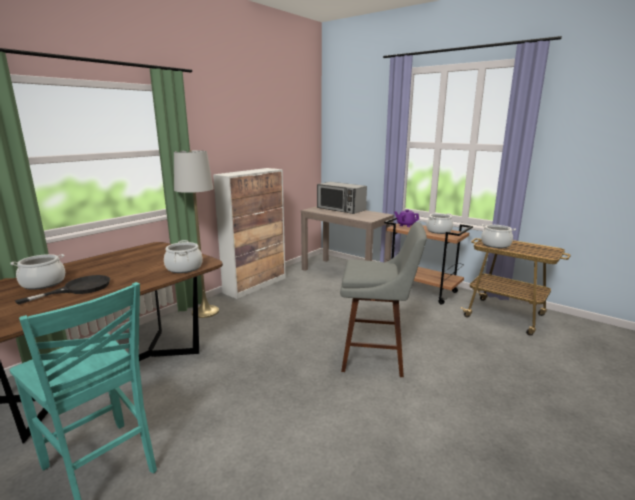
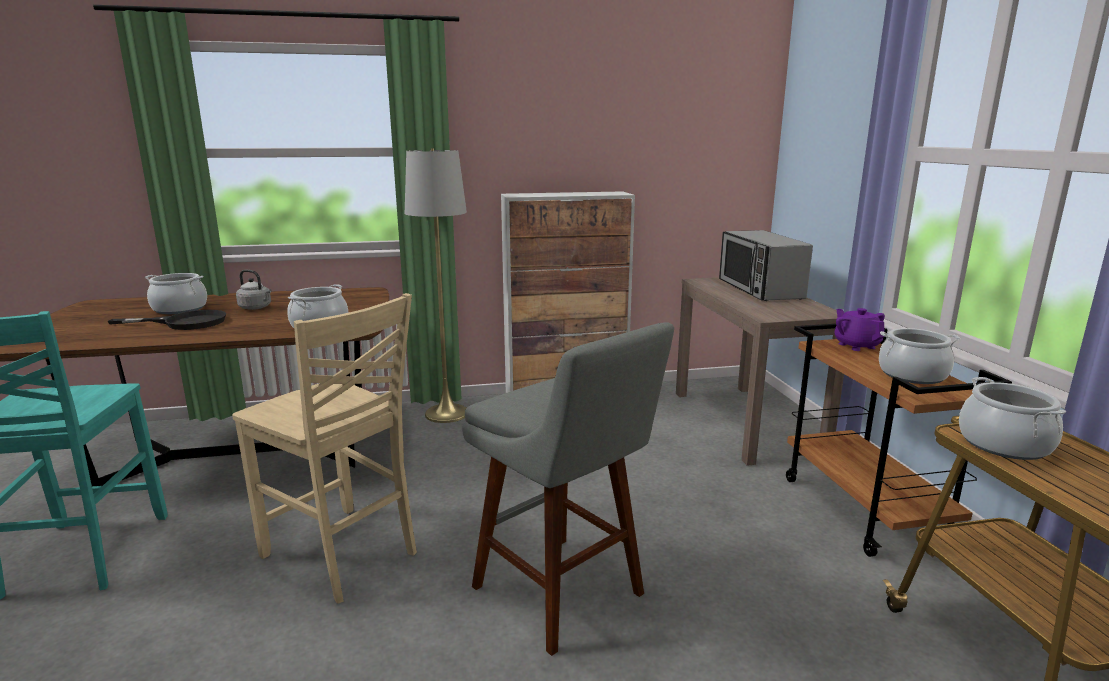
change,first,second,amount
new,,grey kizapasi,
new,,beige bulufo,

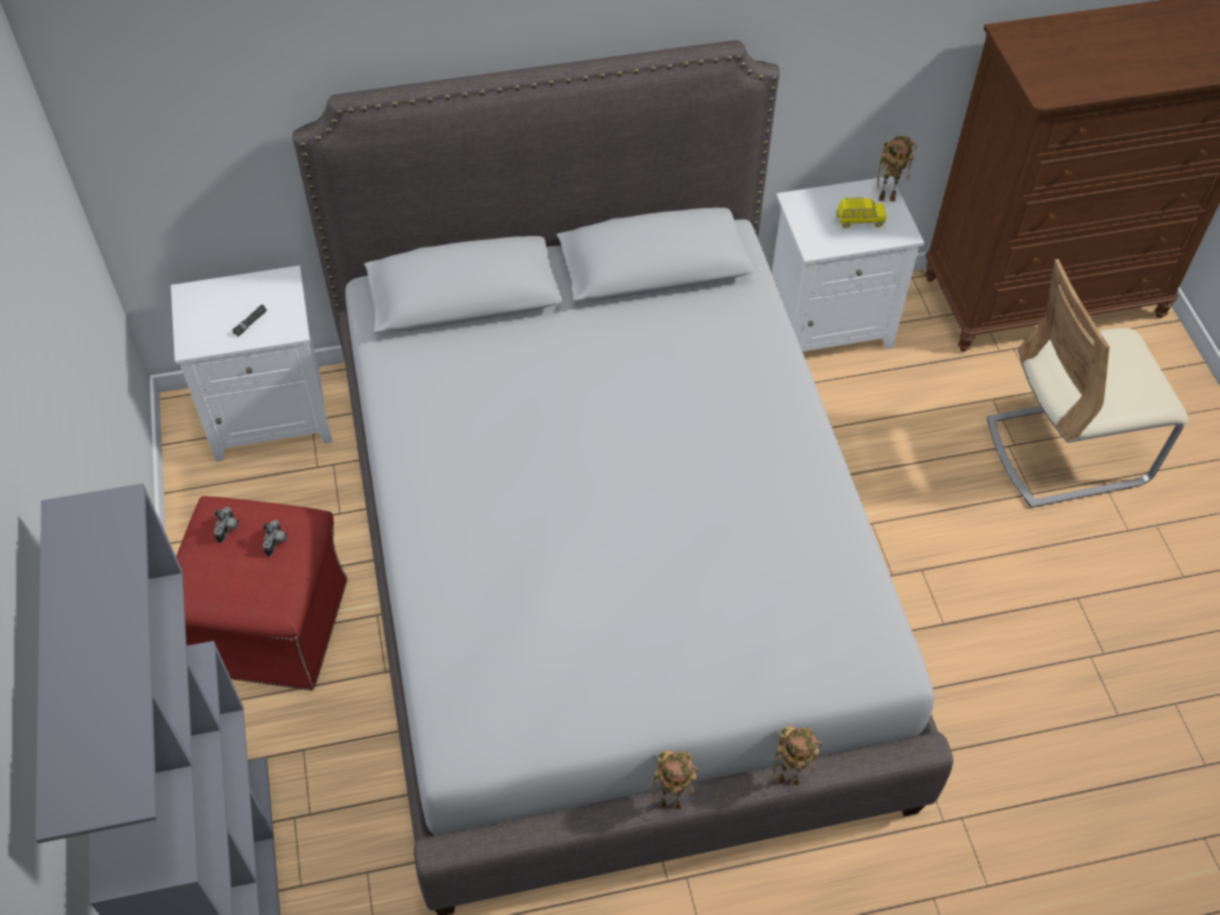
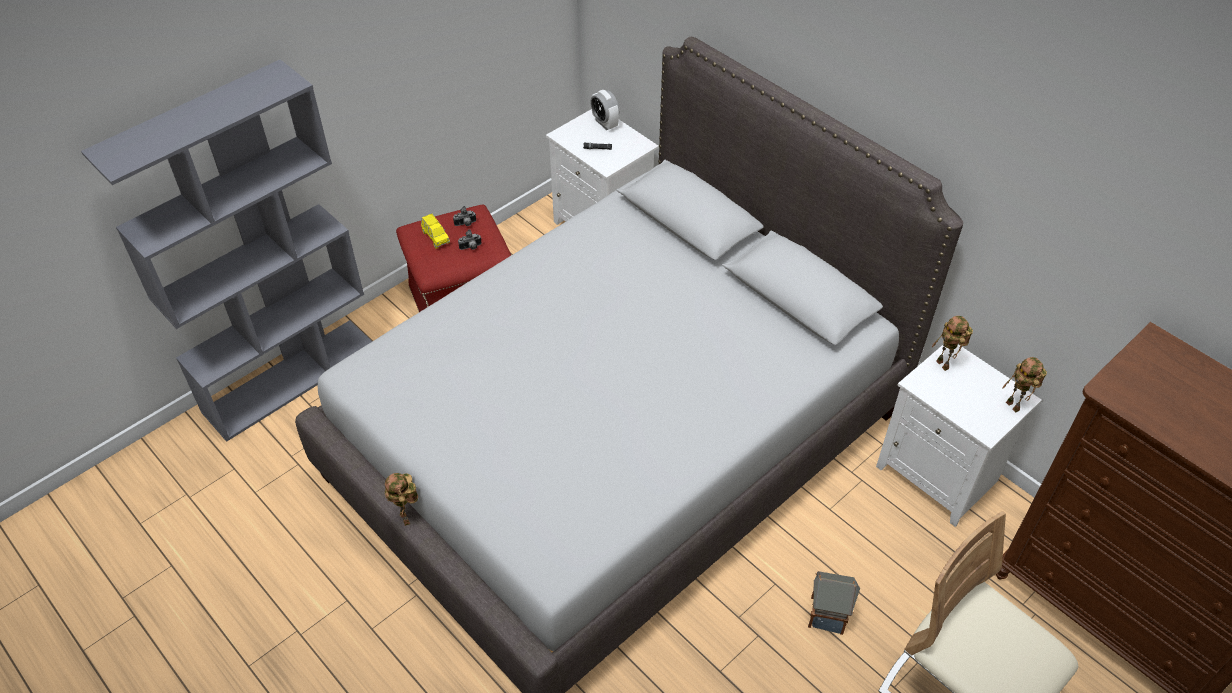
change,first,second,amount
shifted,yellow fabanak,,
shifted,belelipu (no. 2 from left),,
new,,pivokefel,
new,,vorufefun,

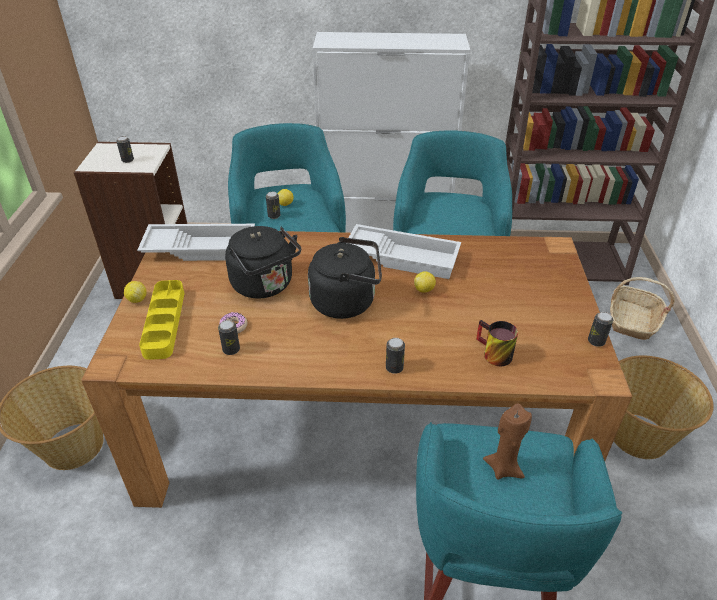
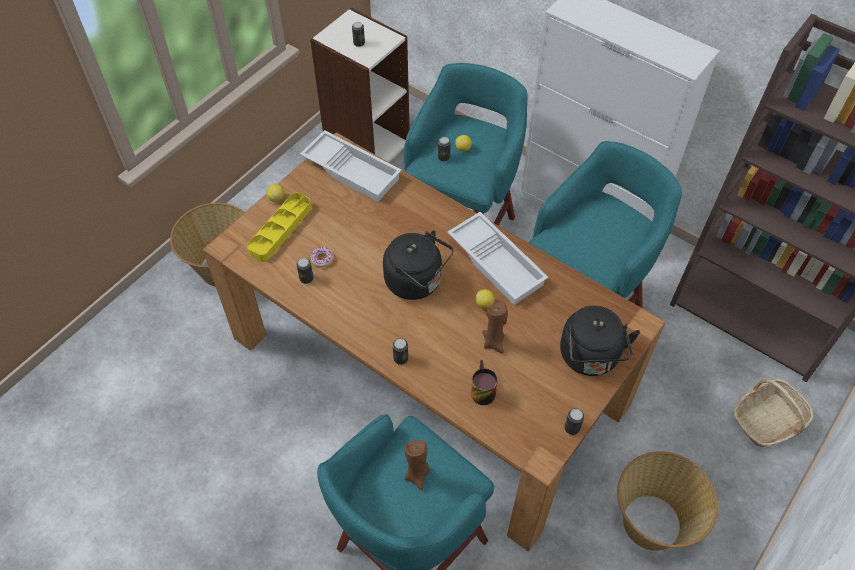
change,first,second,amount
shifted,black kizapasi (no. 1 from left in the first image),black kizapasi (no. 2 from left),
new,,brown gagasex (no. 2 from left),

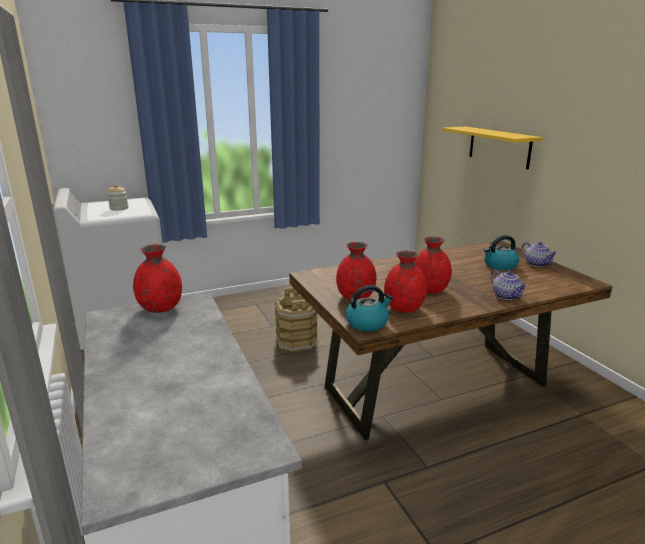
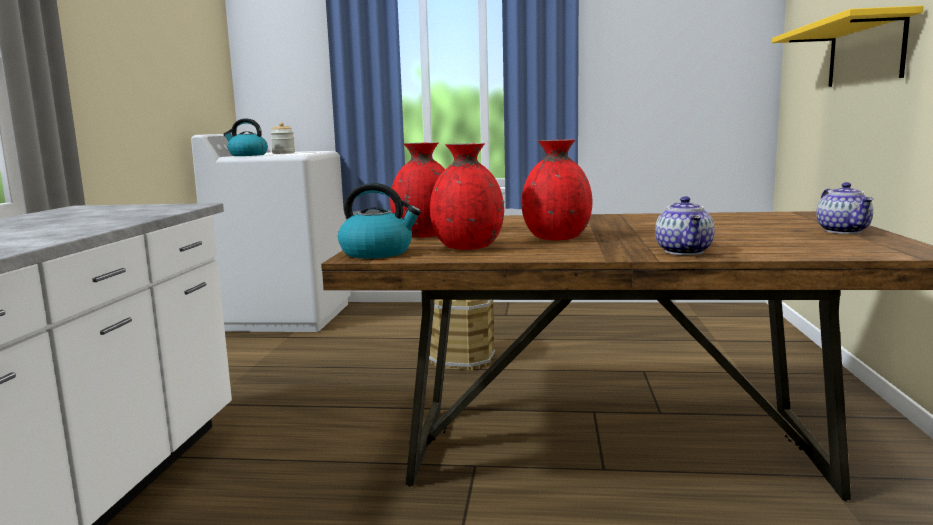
change,first,second,amount
shifted,kizapasi (no. 2 from left in the first image),kizapasi (no. 1 from left),
gone,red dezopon (no. 1 from left),,

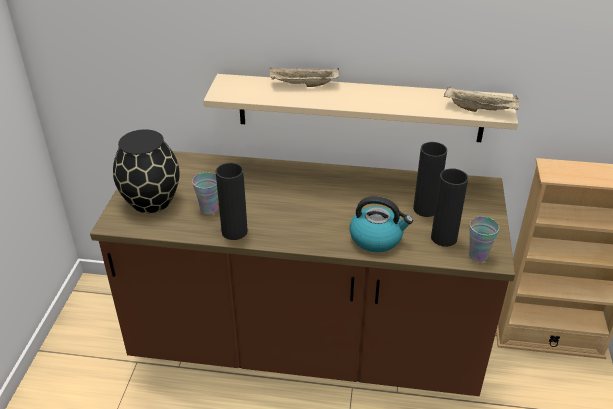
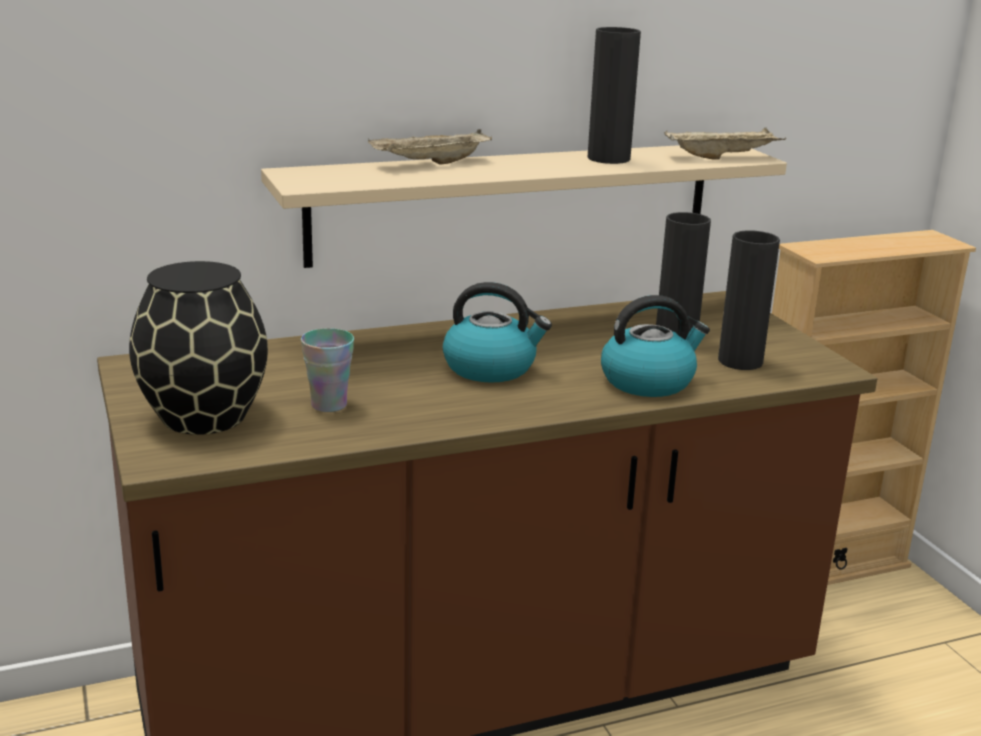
change,first,second,amount
shifted,black dezopon (no. 2 from left),,
gone,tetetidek (no. 2 from left),,
new,,kizapasi (no. 1 from left),

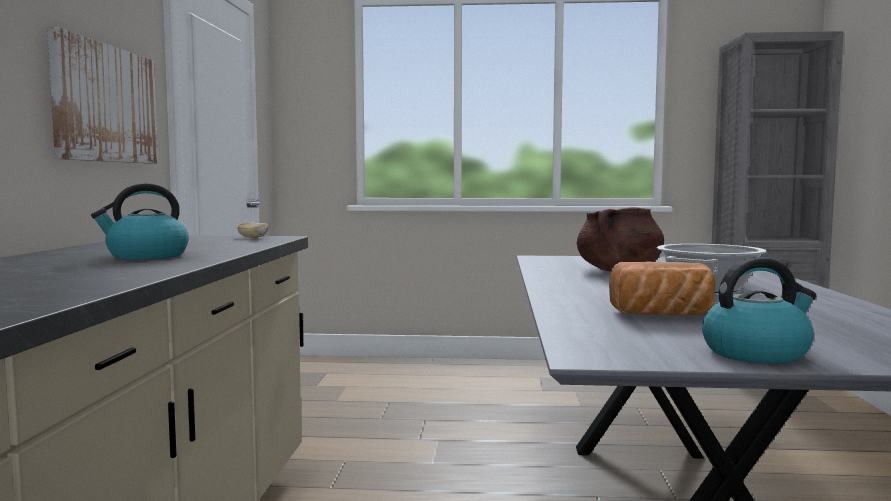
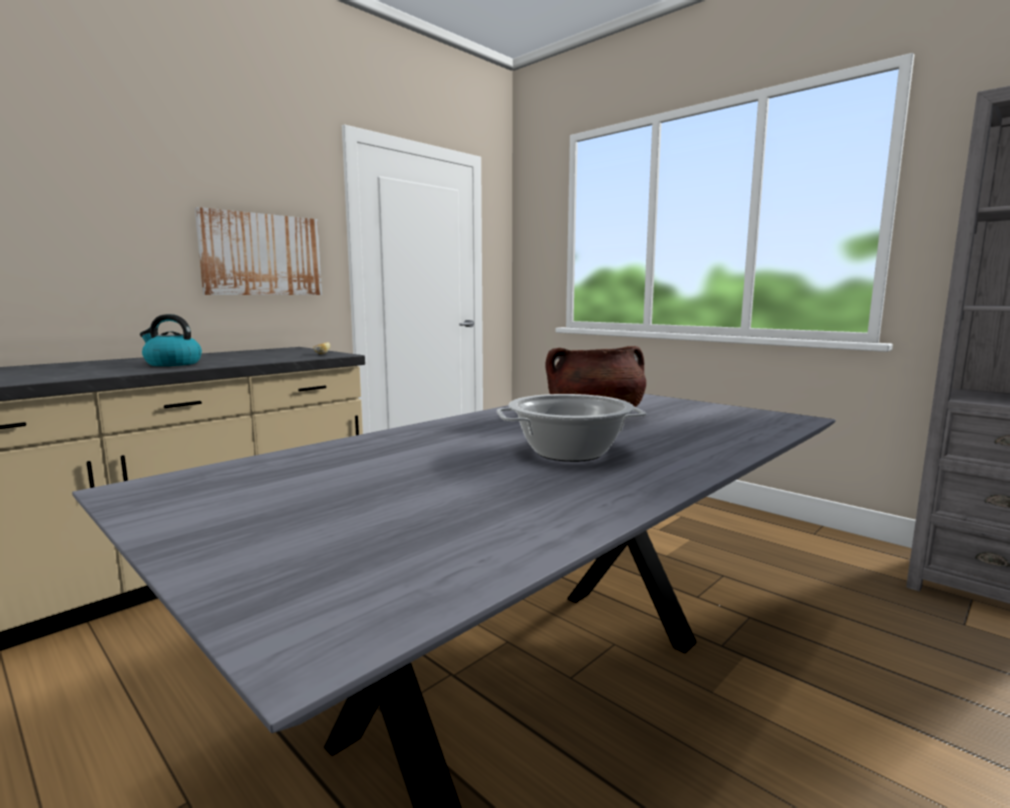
change,first,second,amount
gone,kizapasi (no. 2 from left),,
gone,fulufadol (no. 2 from left),,

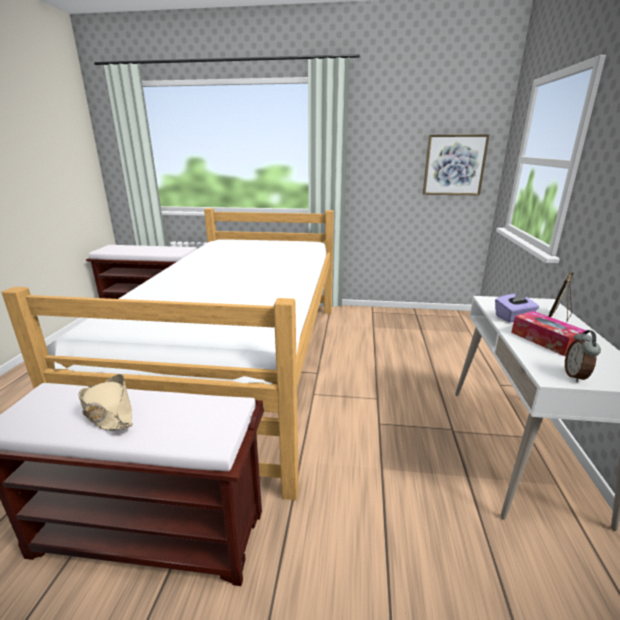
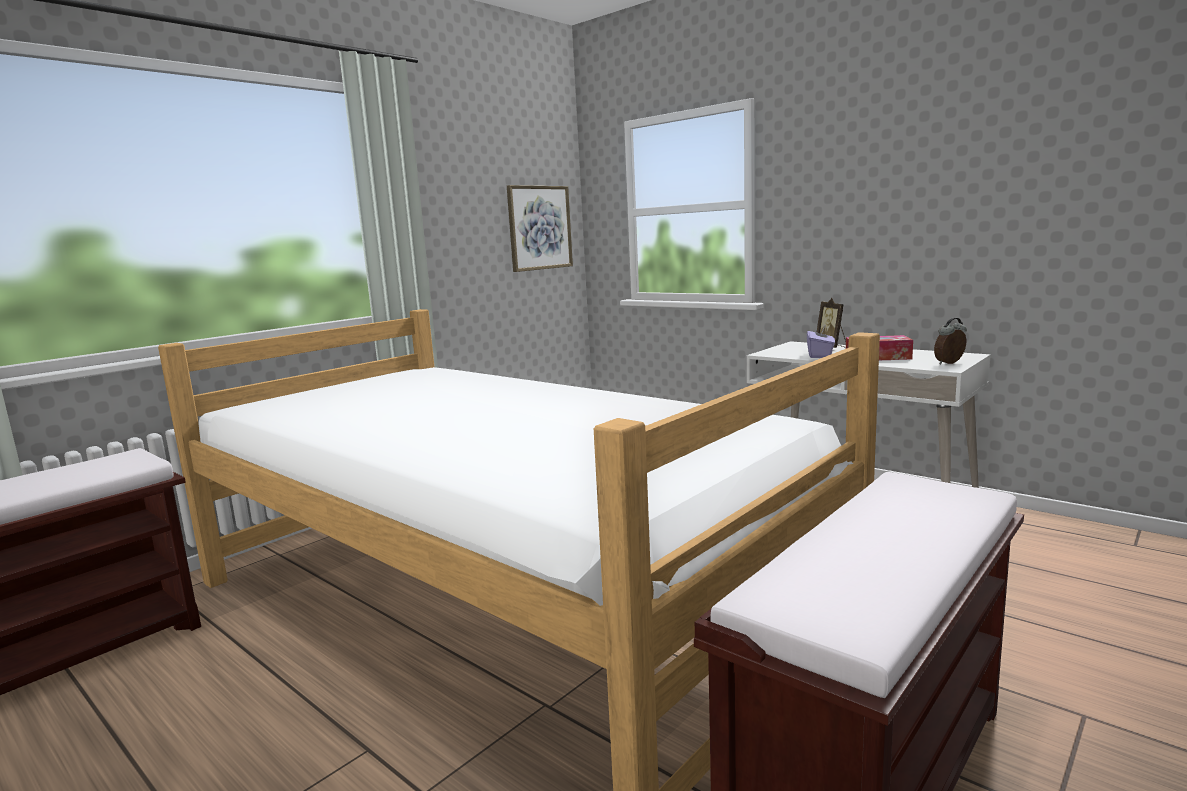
change,first,second,amount
rotated,pivokefel,,105 degrees clockwise
gone,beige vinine,,

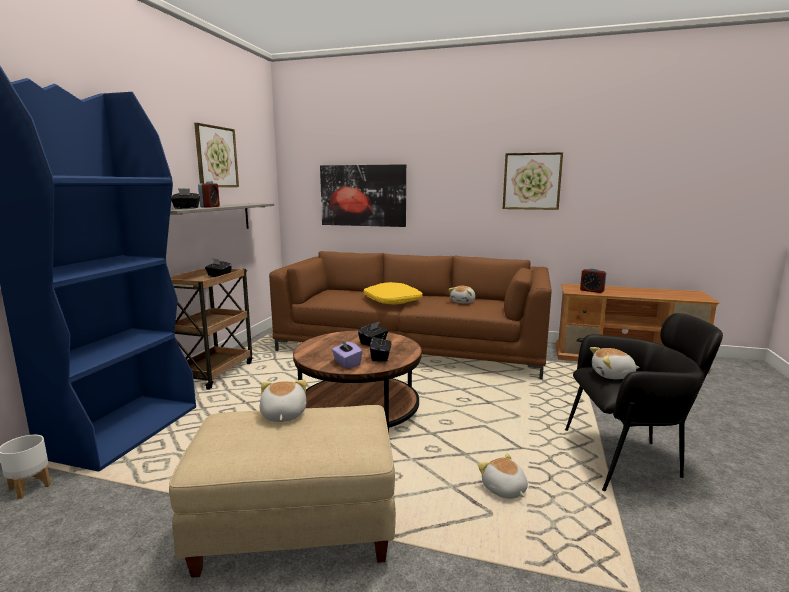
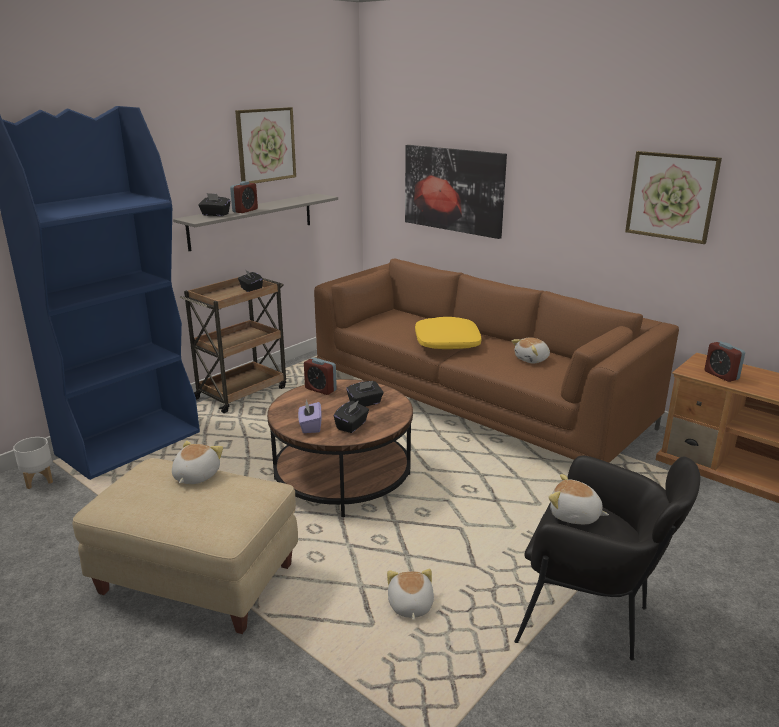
change,first,second,amount
new,,pivokefel (no. 2 from left),

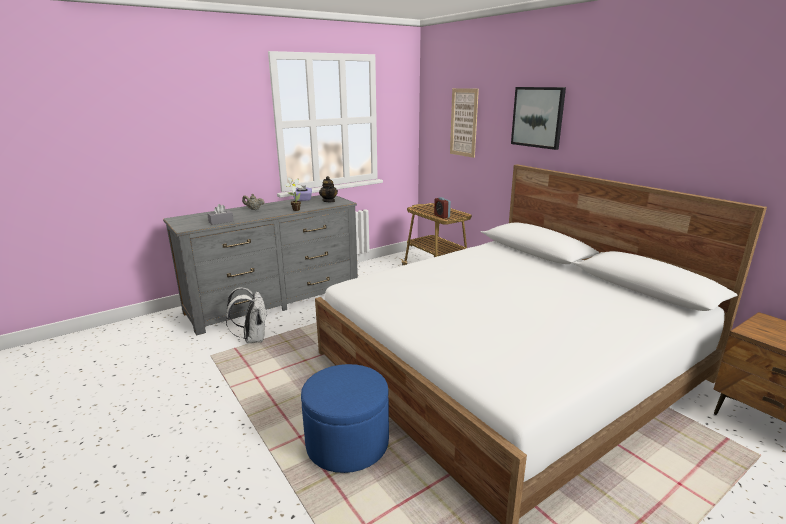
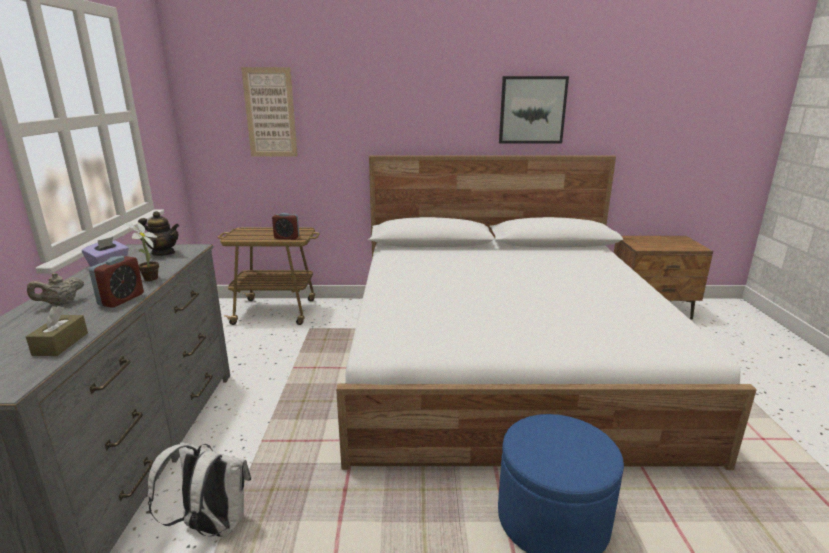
change,first,second,amount
shifted,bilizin (no. 2 from left),,
repainted,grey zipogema,brown zipogema,
new,,pivokefel (no. 1 from left),

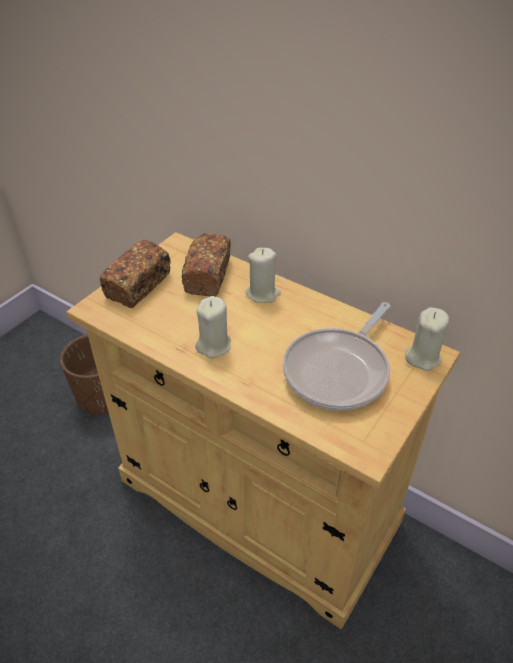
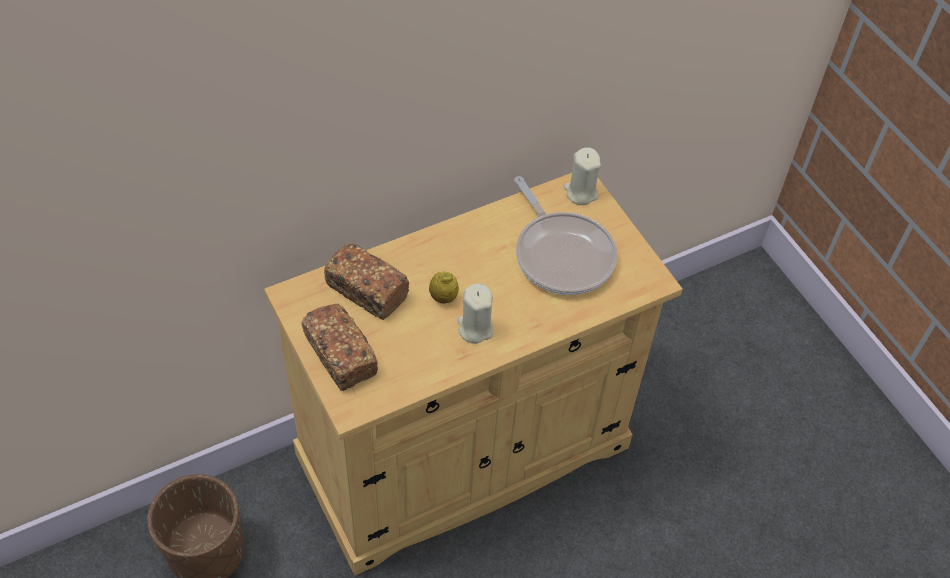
change,first,second,amount
gone,beige gagasex (no. 2 from left),,
new,,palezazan,

